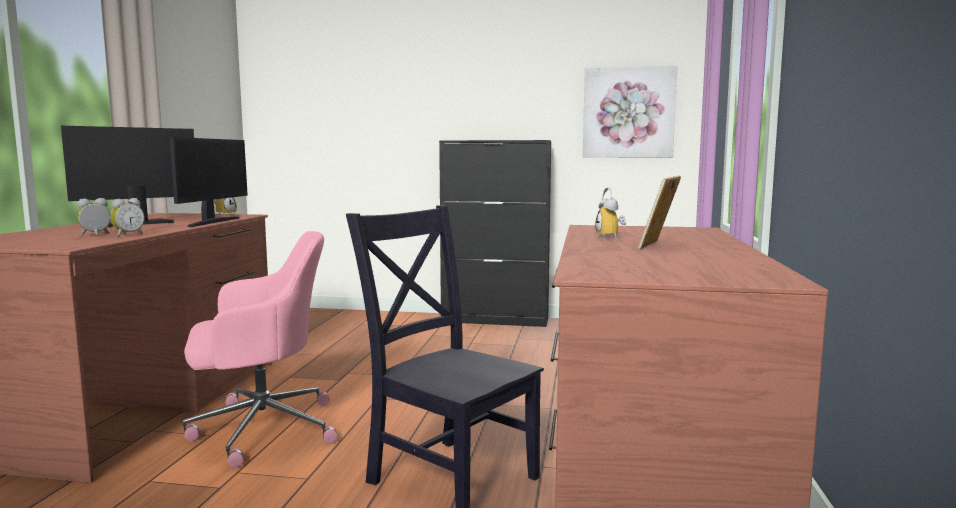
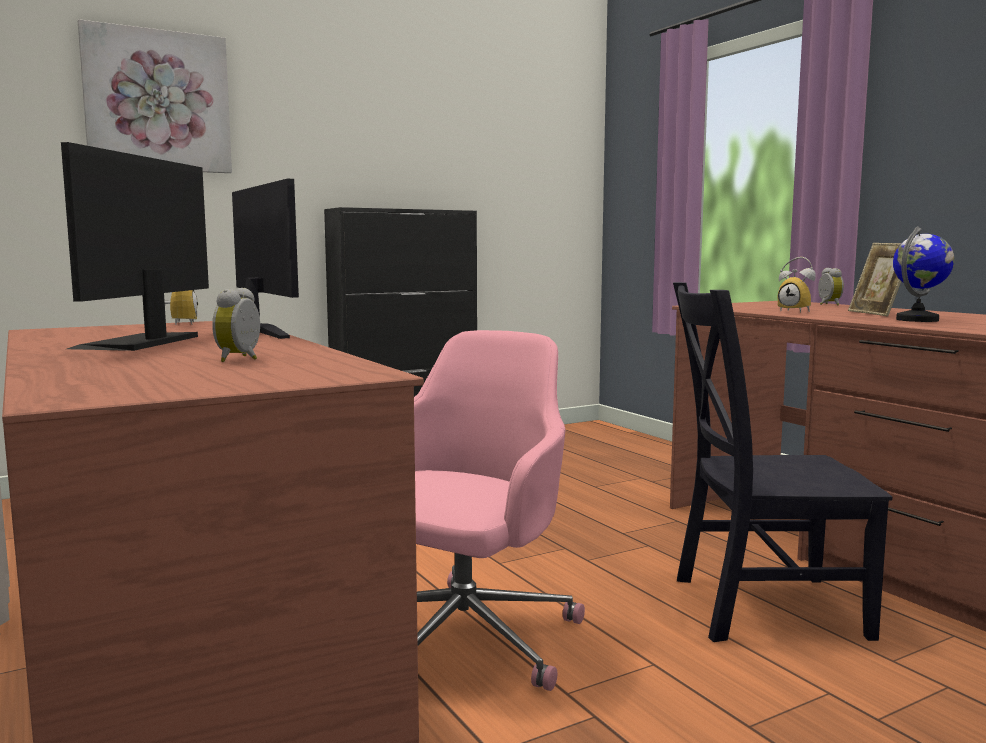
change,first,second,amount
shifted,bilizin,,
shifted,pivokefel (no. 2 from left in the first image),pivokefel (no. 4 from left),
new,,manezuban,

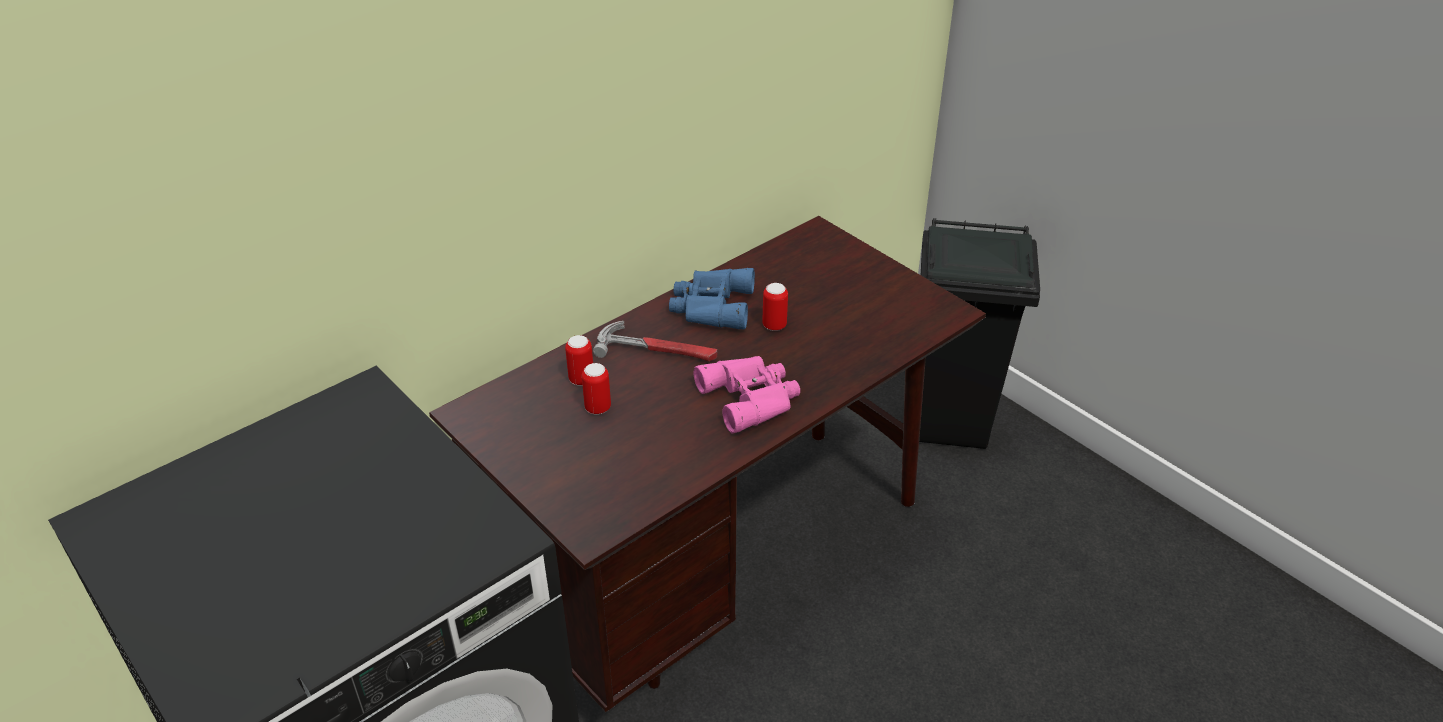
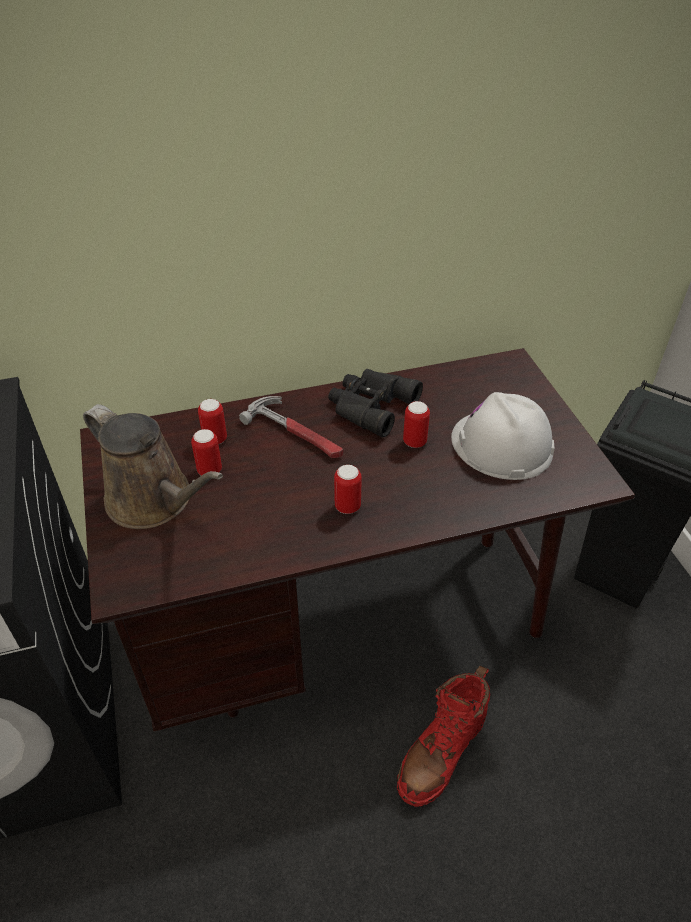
change,first,second,amount
repainted,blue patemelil,black patemelil,
swapped,pink patemelil,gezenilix (no. 3 from left),
new,,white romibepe,
new,,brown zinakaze,
new,,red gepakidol,

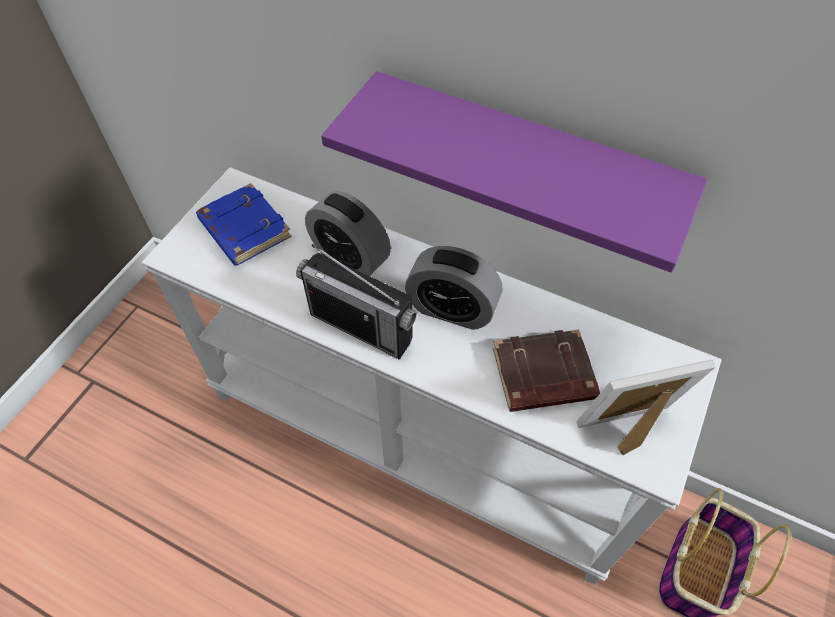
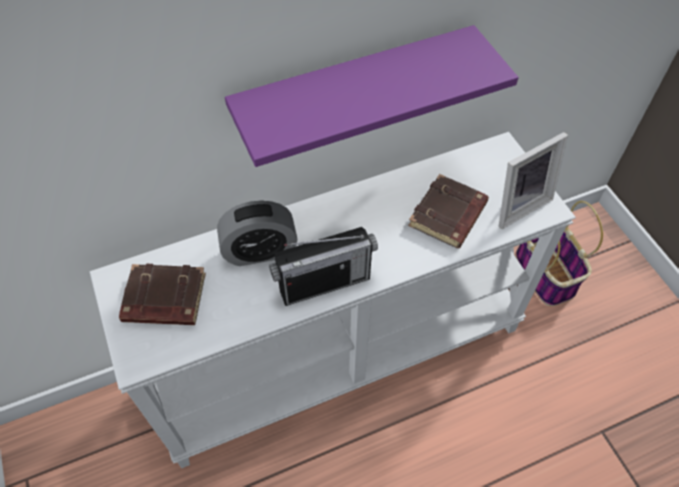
change,first,second,amount
repainted,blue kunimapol,brown kunimapol (no. 1 from left),
gone,pivokefel (no. 2 from left),,
rotated,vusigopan,,150 degrees counterclockwise

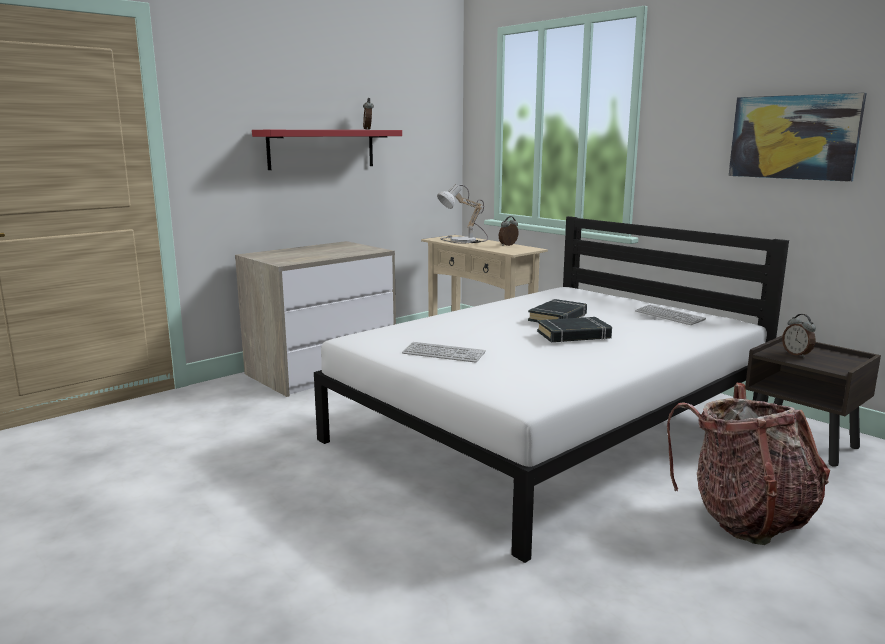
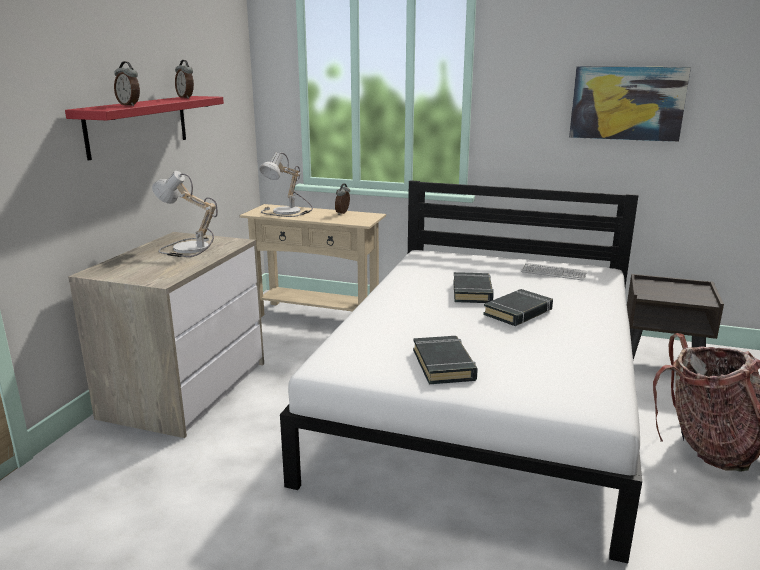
change,first,second,amount
shifted,pivokefel (no. 3 from left in the first image),pivokefel (no. 1 from left),
swapped,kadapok (no. 1 from left),black kunimapol (no. 1 from left),
new,,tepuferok (no. 1 from left),

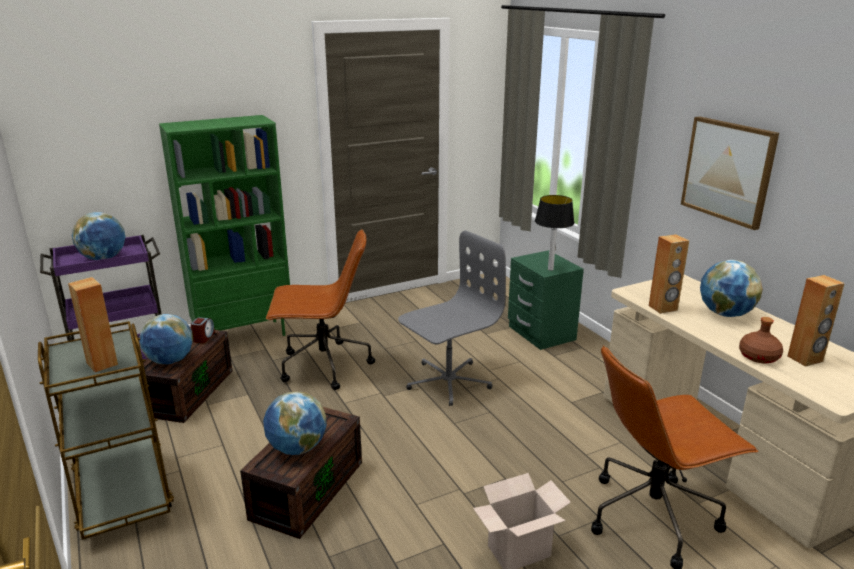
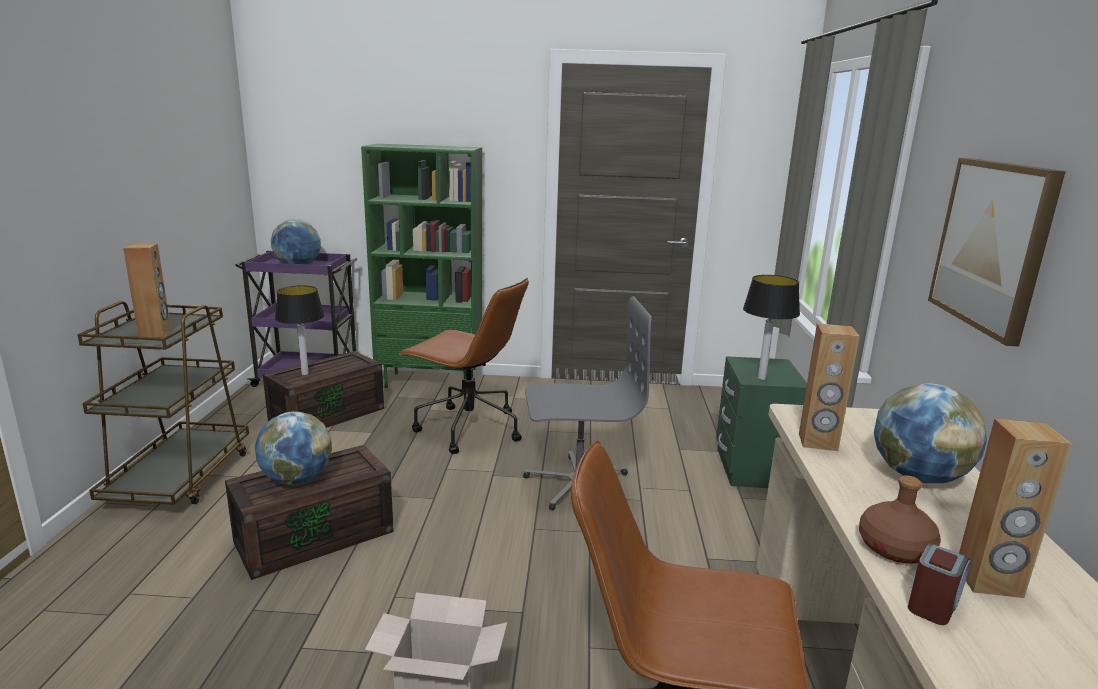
change,first,second,amount
swapped,manezuban (no. 2 from left),tepuferok (no. 1 from left),
shifted,pivokefel,,

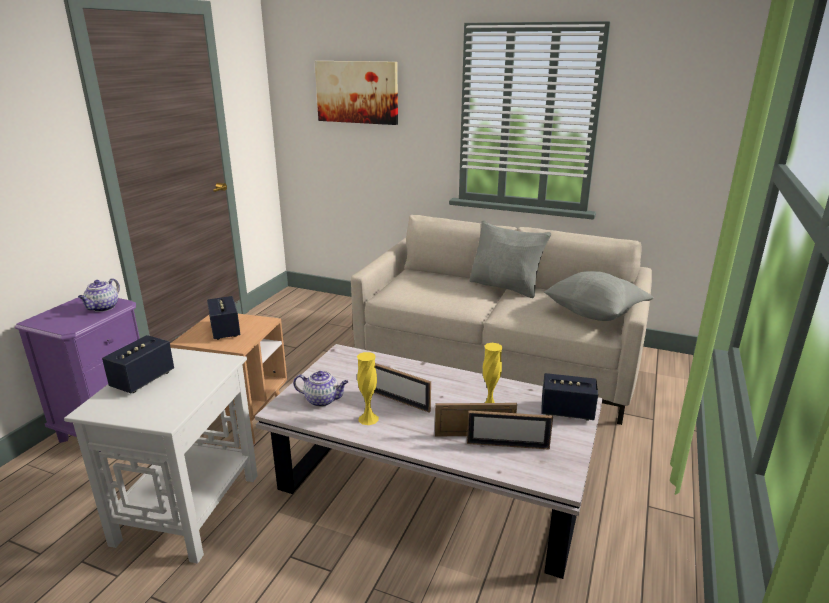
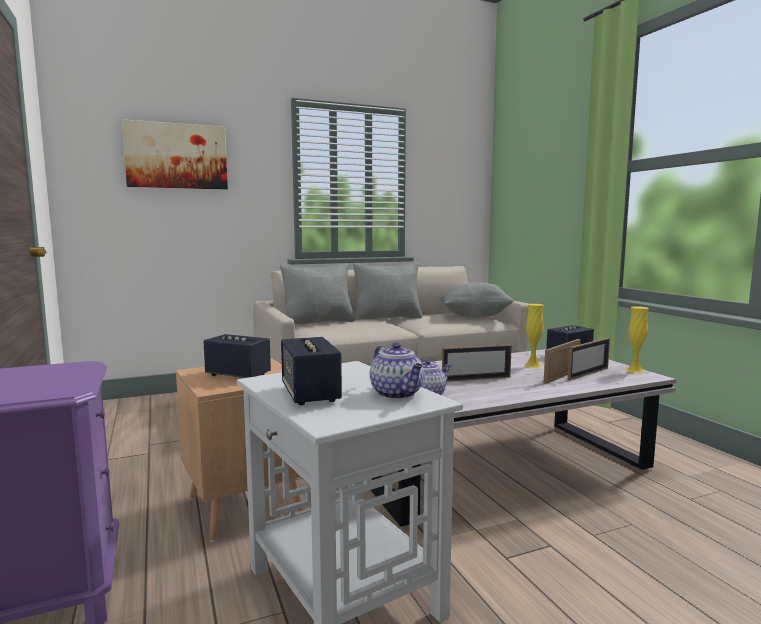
change,first,second,amount
shifted,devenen (no. 1 from left),,
shifted,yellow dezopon (no. 1 from left in the first image),yellow dezopon (no. 2 from left),
new,,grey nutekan (no. 1 from left),

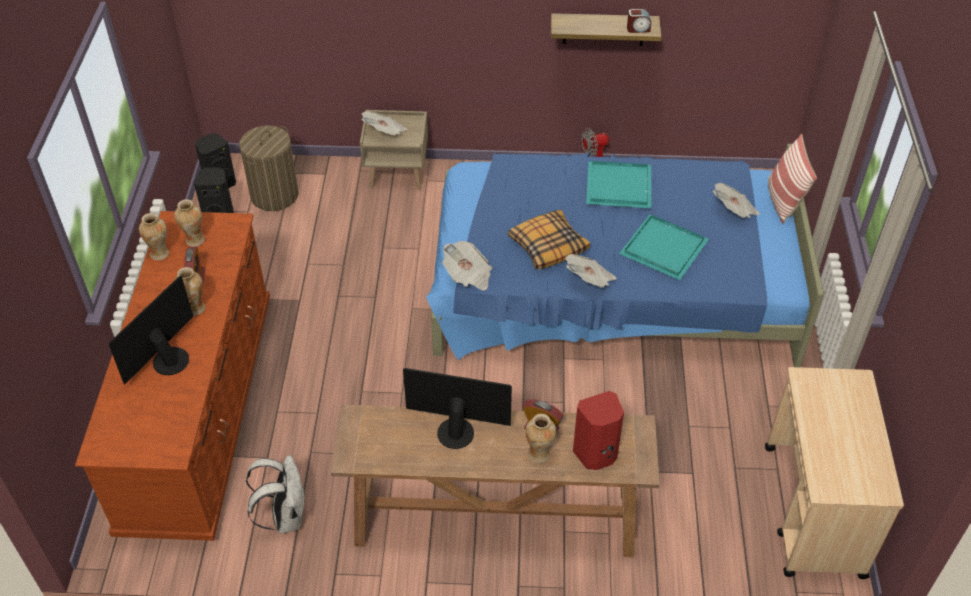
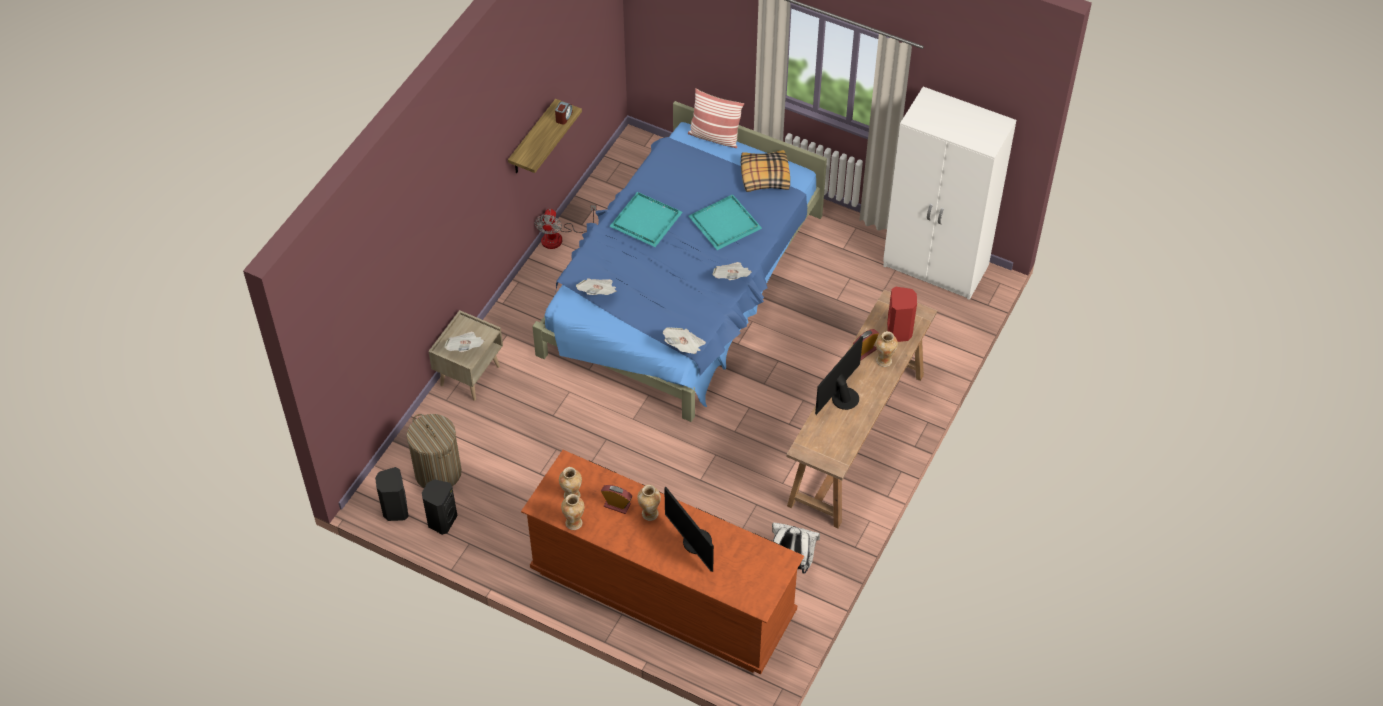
change,first,second,amount
shifted,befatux (no. 4 from left in the first image),befatux (no. 2 from left),
shifted,nutekan (no. 1 from left in the first image),nutekan (no. 2 from left),
swapped,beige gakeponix,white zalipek,

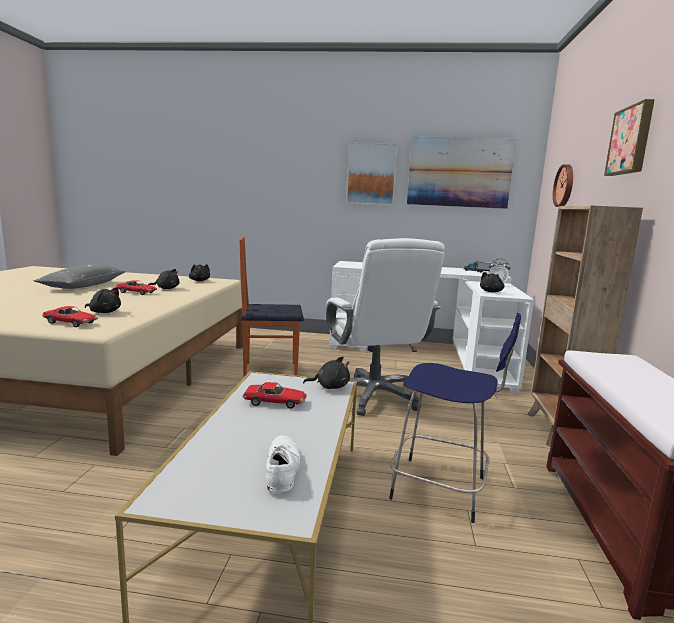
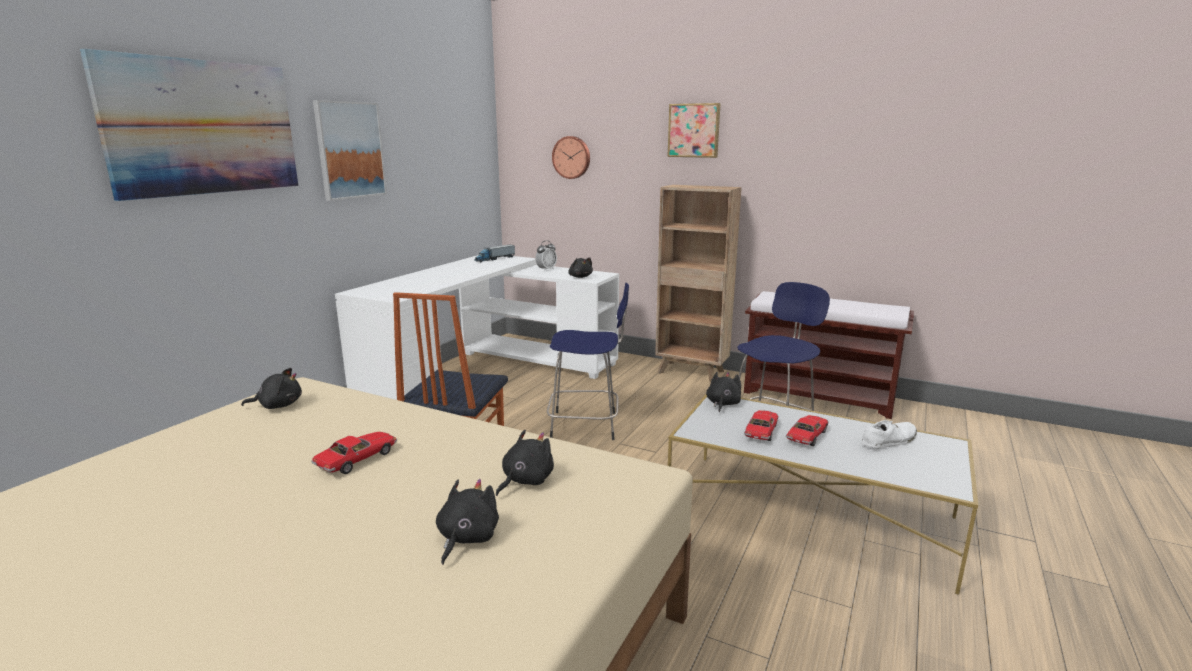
change,first,second,amount
shifted,bilizin (no. 2 from left in the first image),bilizin (no. 1 from left),
swapped,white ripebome,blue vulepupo (no. 1 from left),
gone,grey nutekan,,
shifted,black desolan (no. 2 from left),,
shifted,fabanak (no. 1 from left in the first image),fabanak (no. 3 from left),
rotated,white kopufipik,,135 degrees clockwise

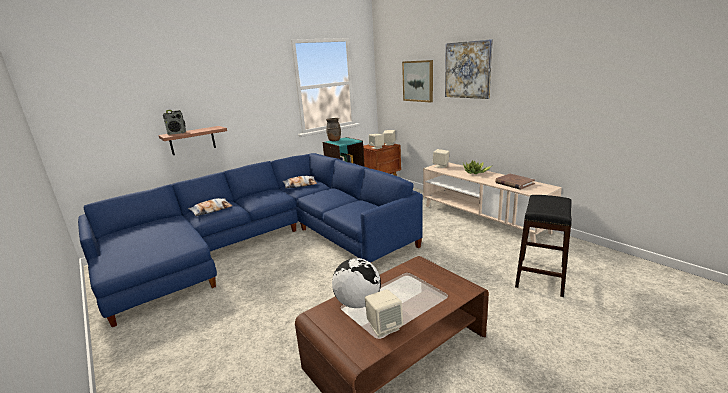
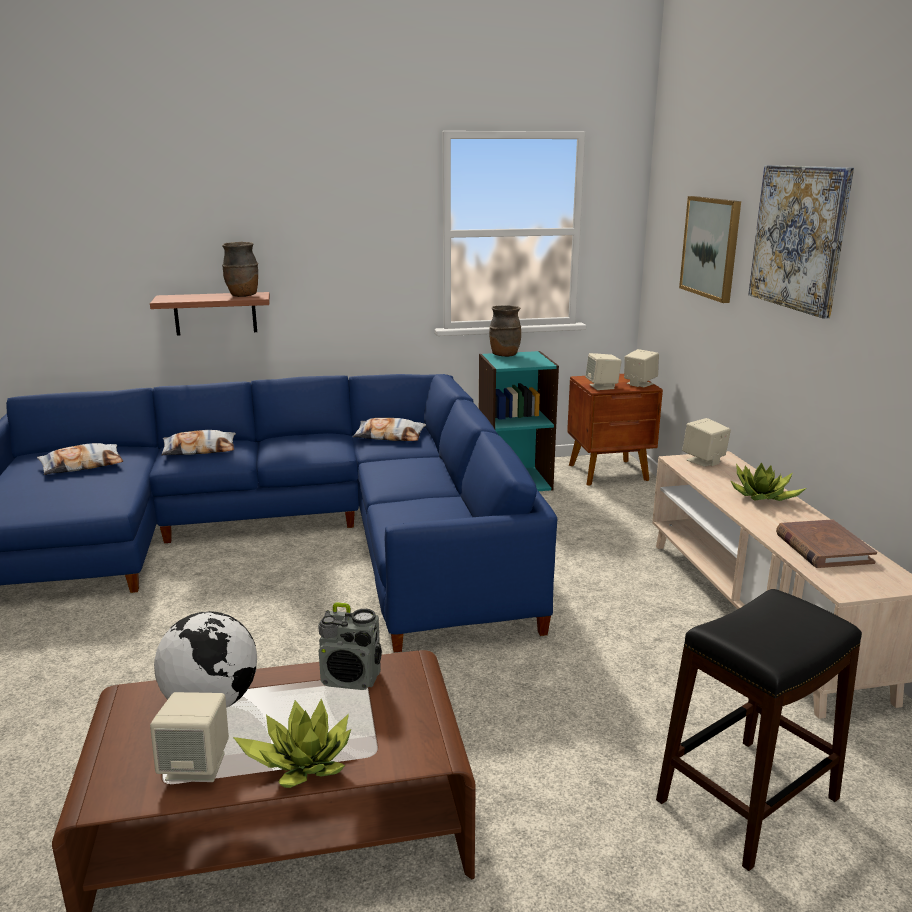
change,first,second,amount
shifted,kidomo,,
new,,brown dezopon (no. 1 from left),
new,,nutekan (no. 1 from left),
new,,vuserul (no. 1 from left),

